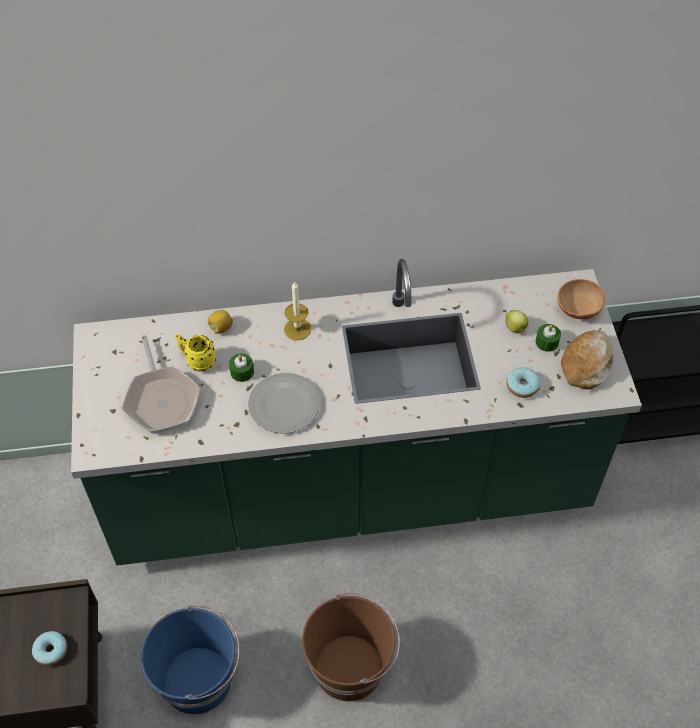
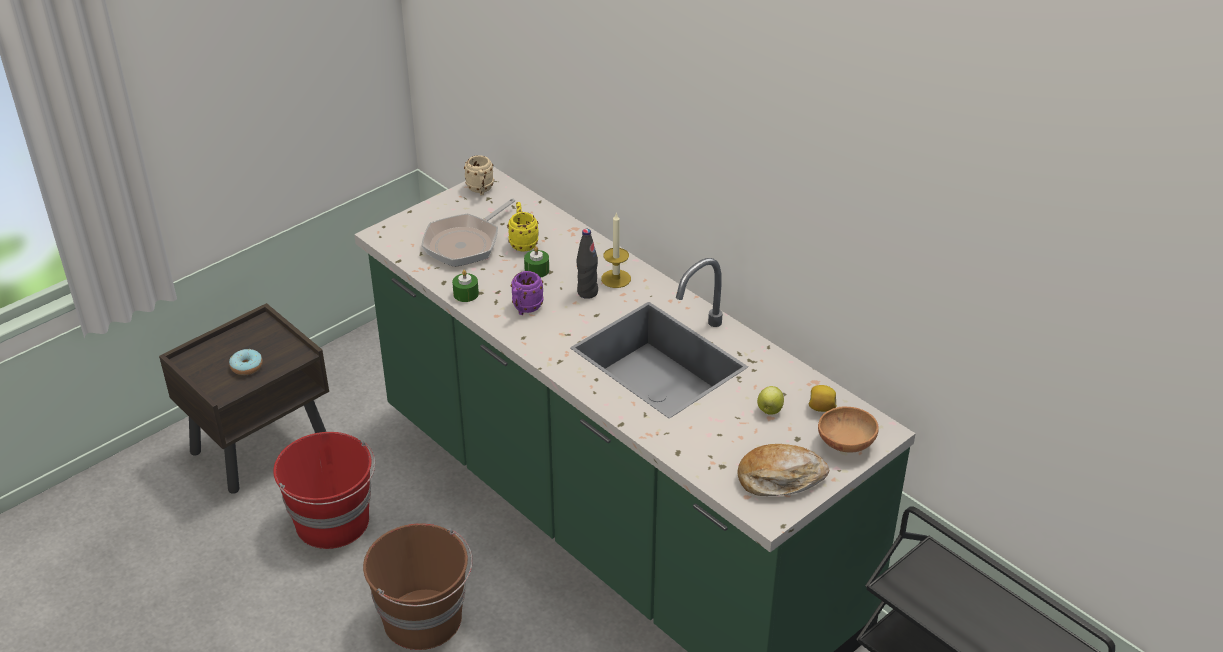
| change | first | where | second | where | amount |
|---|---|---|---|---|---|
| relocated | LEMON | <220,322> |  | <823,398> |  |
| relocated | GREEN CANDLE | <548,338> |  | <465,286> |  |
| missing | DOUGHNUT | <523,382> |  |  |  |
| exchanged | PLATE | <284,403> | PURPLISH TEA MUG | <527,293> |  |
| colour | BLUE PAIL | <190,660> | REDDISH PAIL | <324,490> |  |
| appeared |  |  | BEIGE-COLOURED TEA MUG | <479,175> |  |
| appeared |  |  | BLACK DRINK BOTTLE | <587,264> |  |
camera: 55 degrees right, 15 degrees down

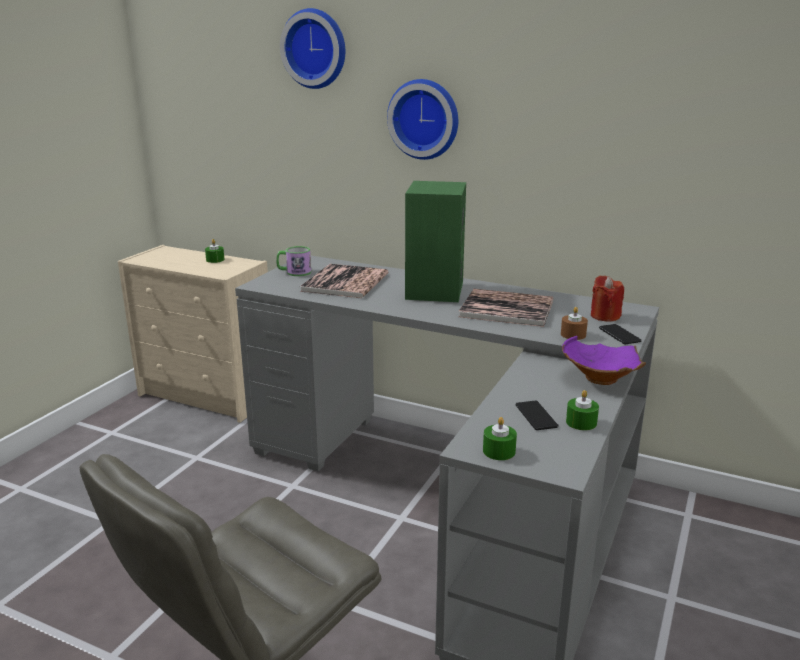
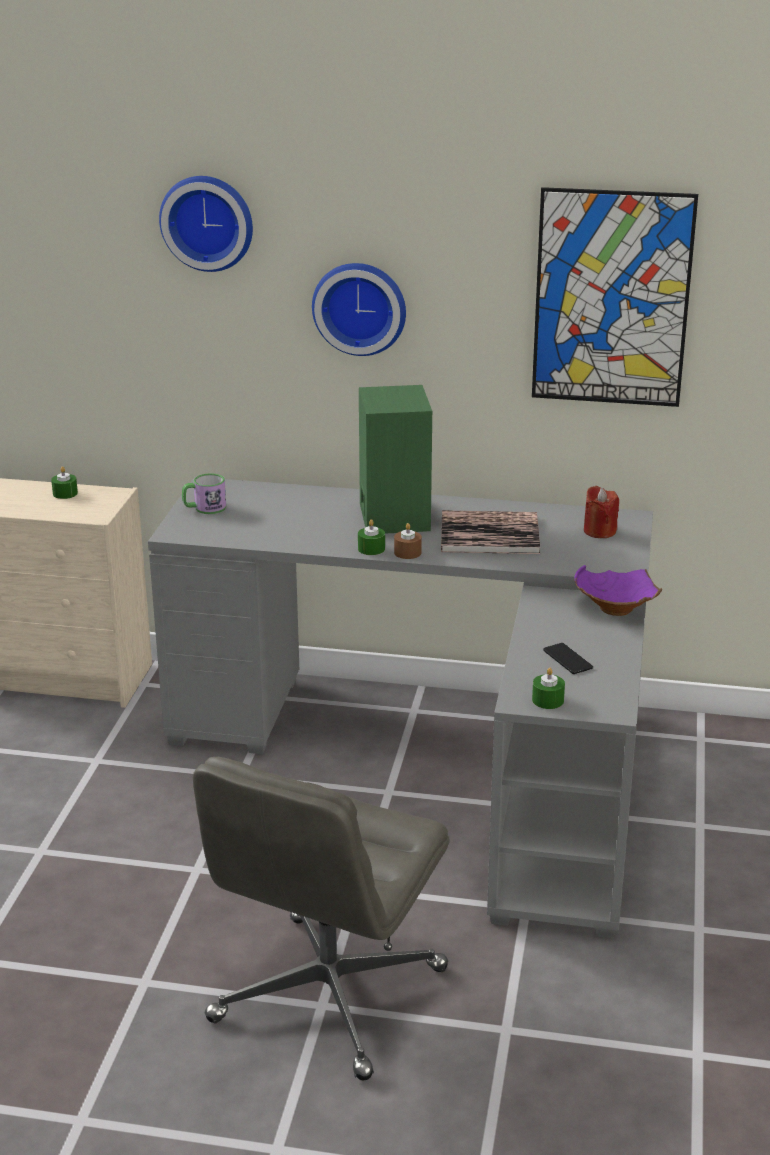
| change | first | where | second | where | amount |
|---|---|---|---|---|---|
| missing | BOOK | <344,281> |  |  |  |
| relocated | BROWN CANDLE | <574,323> |  | <408,541> |  |
| missing | TELEPHONE | <620,334> |  |  |  |
| relocated | GREEN CANDLE | <582,410> |  | <371,537> |  |
| appeared |  |  | PICTURE | <615,297> |  |
camera: 15 degrees left, 5 degrees up

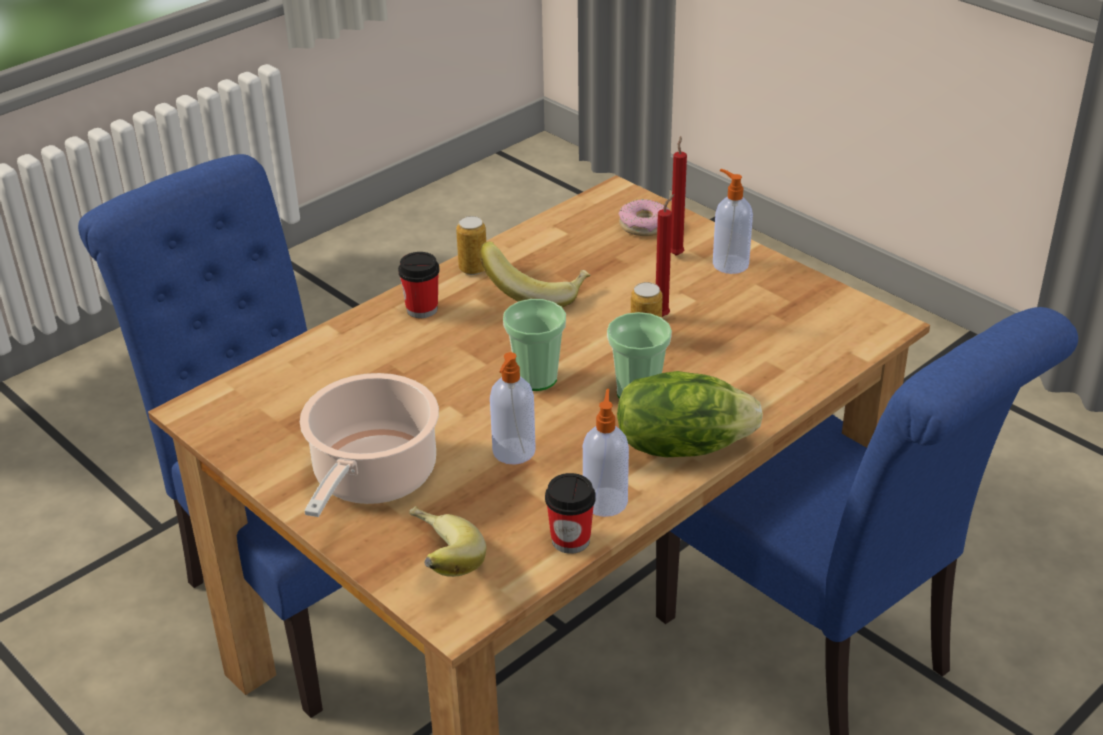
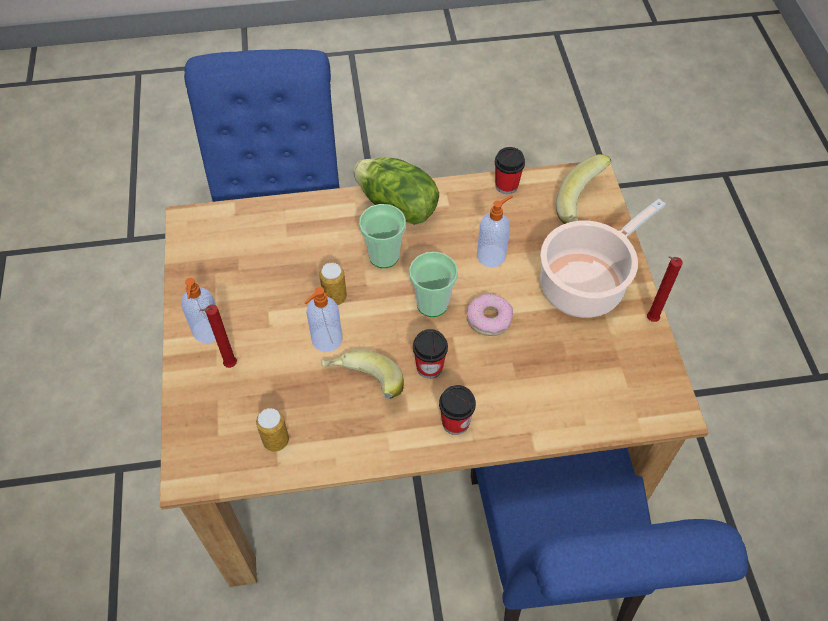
| change | first | where | second | where | amount |
|---|---|---|---|---|---|
| relocated | REDDISH CANDLE | <665,255> |  | <665,289> |  |
| relocated | DOUGHNUT | <644,217> |  | <490,315> |  |
| relocated | CAN | <471,245> |  | <272,430> |  |
| relocated | SOAP BOTTLE | <606,453> |  | <323,319> |  |
| appeared |  |  | CUP | <430,354> |  |
camera: 145 degrees left, 20 degrees up

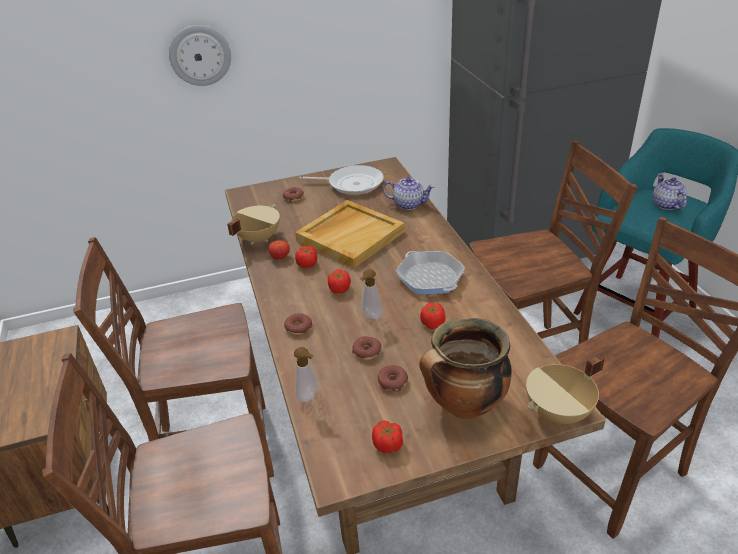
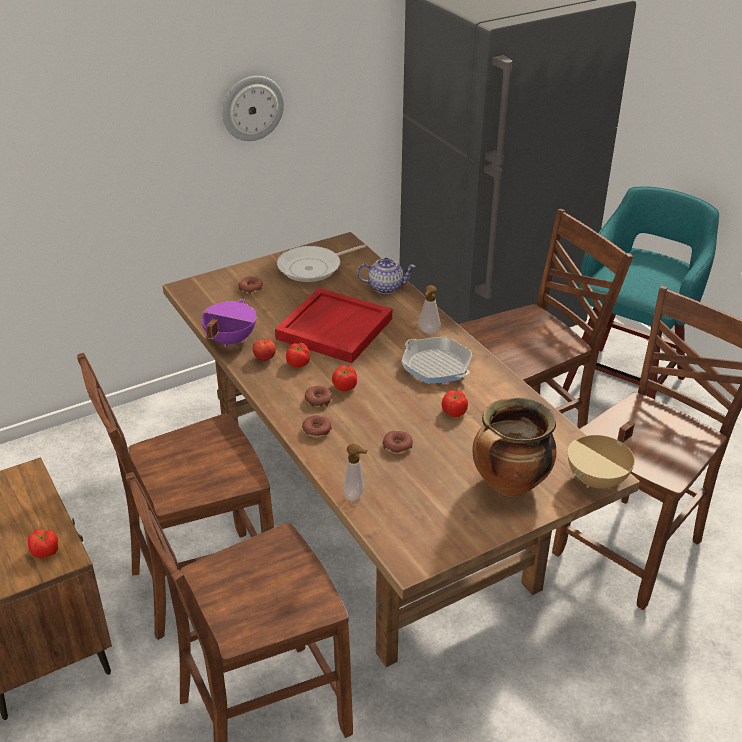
| change | first | where | second | where | amount |
|---|---|---|---|---|---|
| relocated | HANGING CLOCK | <200,55> |  | <253,108> |  |
| spun | FRYING PAN | <342,180> |  | <321,263> | 150 degrees clockwise |
| missing | TEAPOT | <670,191> |  |  |  |
| colour | BEIGE-COLOURED CARRYING TRAY | <350,234> | REDDISH CARRYING TRAY | <333,325> |  |
| colour | BEIGE-COLOURED COOKING POT | <253,224> | PURPLISH COOKING POT | <229,323> |  |
| relocated | SOAP BOTTLE | <371,294> |  | <429,309> |  |
| relocated | DOUGHNUT | <393,378> |  | <319,396> |  |
| relocated | WHOLE TOMATO | <387,436> |  | <43,543> |  |
camera: 15 degrees left, 0 degrees up

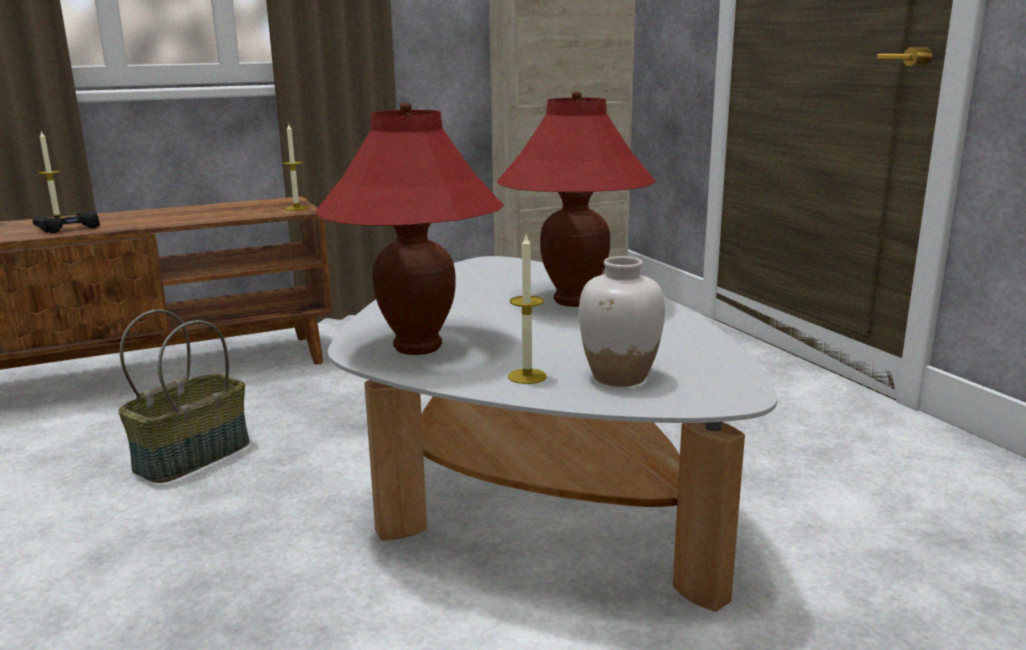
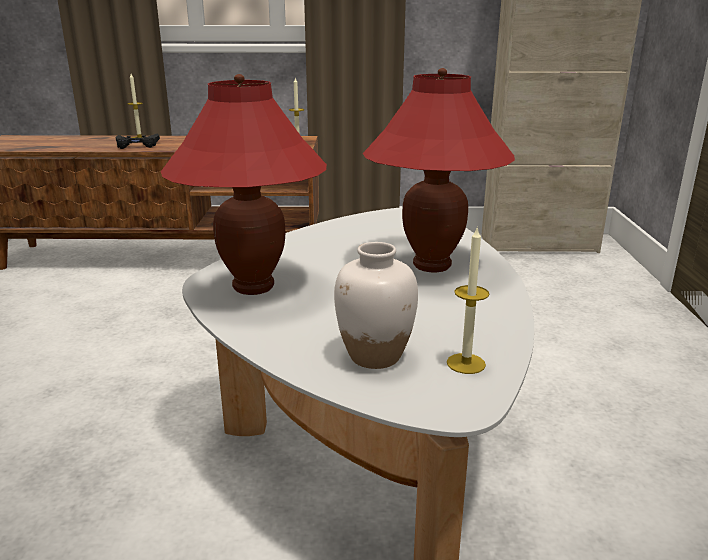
| change | first | where | second | where | amount |
|---|---|---|---|---|---|
| relocated | CANDLE | <527,309> |  | <468,301> |  |
| missing | BASKET | <184,396> |  |  |  |
camera: 25 degrees right, 5 degrees up

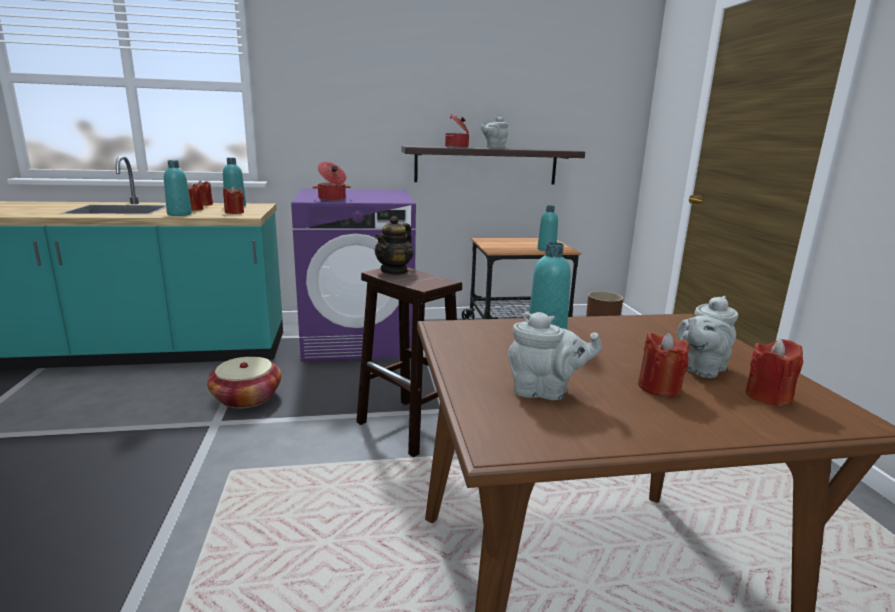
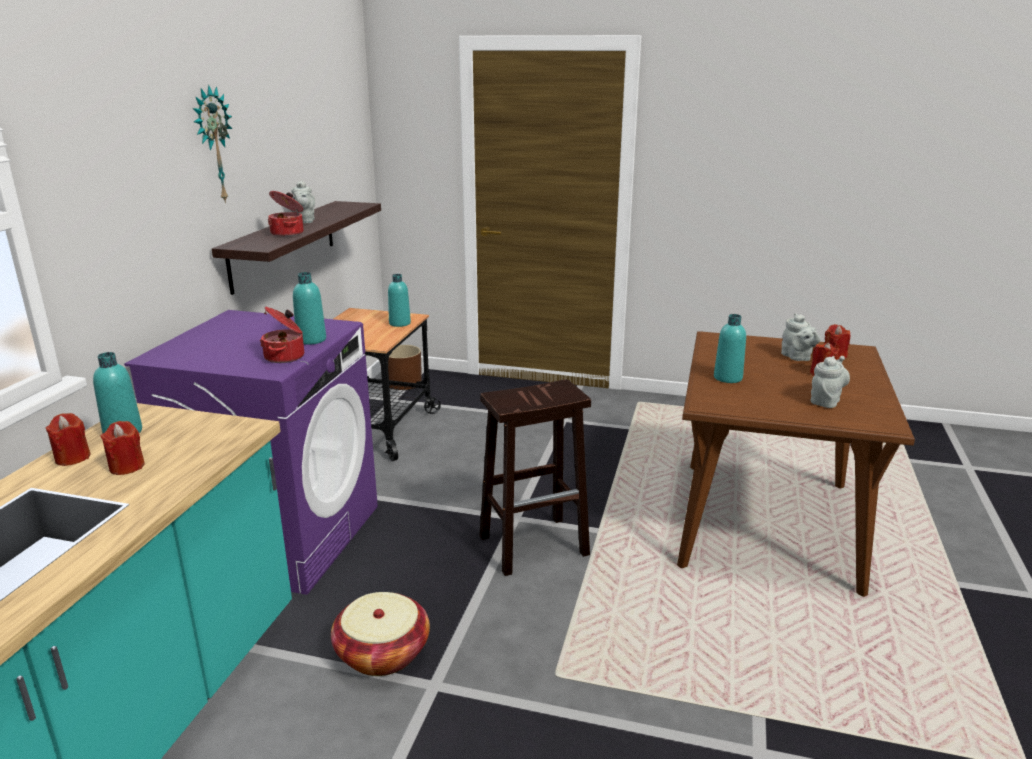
| change | first | where | second | where | amount |
|---|---|---|---|---|---|
| relocated | BLUE-GREEN DRINK BOTTLE | <178,188> |  | <309,308> |  |
| missing | REDDISH CANDLE | <233,200> |  |  |  |
| missing | TEAPOT | <394,245> |  |  |  |
| appeared |  |  | HANGING CLOCK | <212,144> |  |
camera: 65 degrees left, 5 degrees up

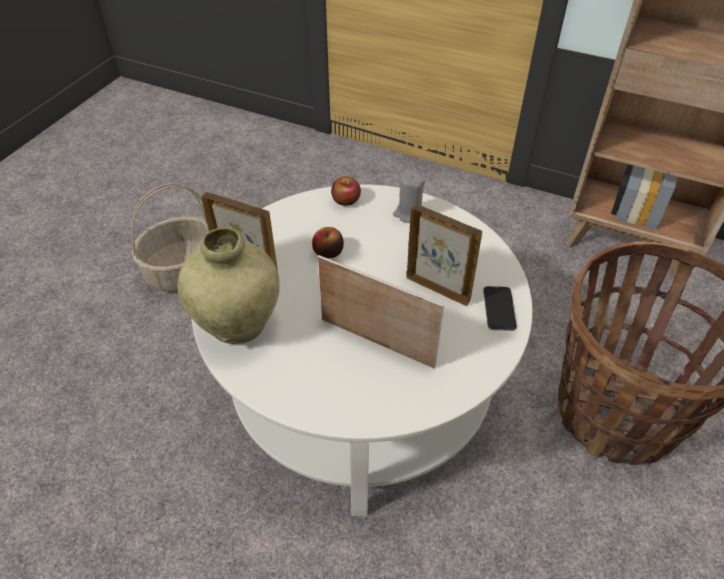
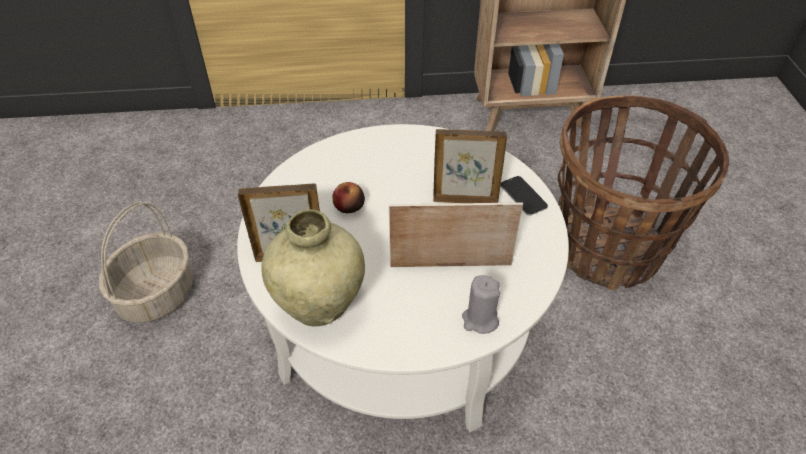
| change | first | where | second | where | amount |
|---|---|---|---|---|---|
| relocated | GREY CANDLE | <409,196> |  | <481,304> |  |
| missing | WHOLE APPLE | <346,191> |  |  |  |
camera: 30 degrees left, 0 degrees up

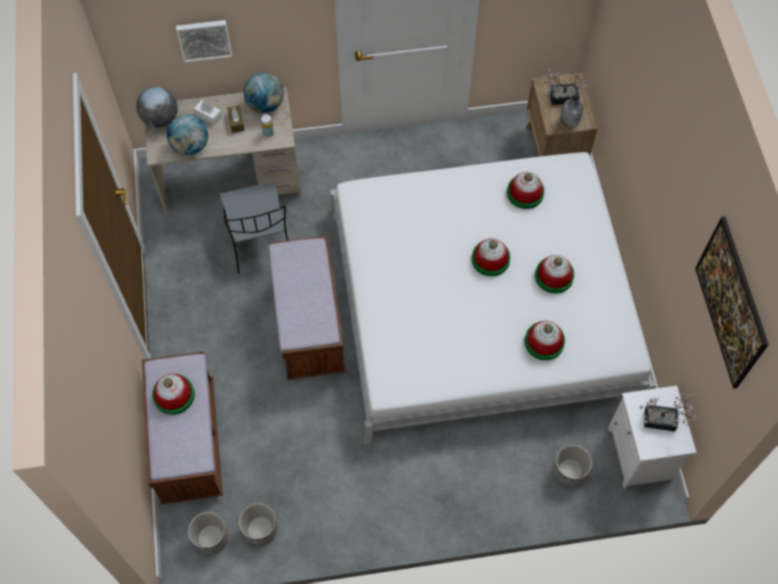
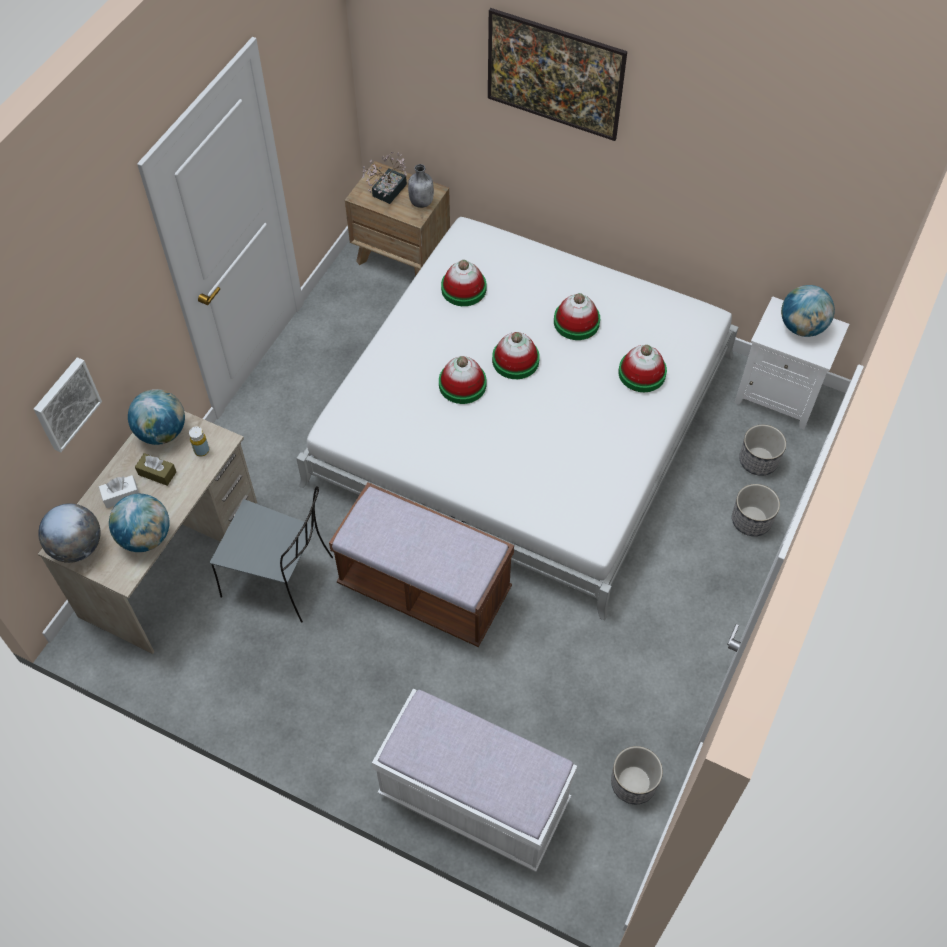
| change | first | where | second | where | amount |
|---|---|---|---|---|---|
| relocated | PICTURE | <732,302> |  | <557,74> |  |
| colour | BROWN INDOOR BENCH | <182,427> | WHITE-COLOURED INDOOR BENCH | <474,780> |  |
| relocated | WEARABLE HAT | <173,394> |  | <462,380> |  |
| exchanged | HOUSEPLANT | <668,412> | GLOBE | <808,311> |  |
| relocated | PLANT POT | <208,533> |  | <756,510> |  |
camera: 55 degrees left, 5 degrees down

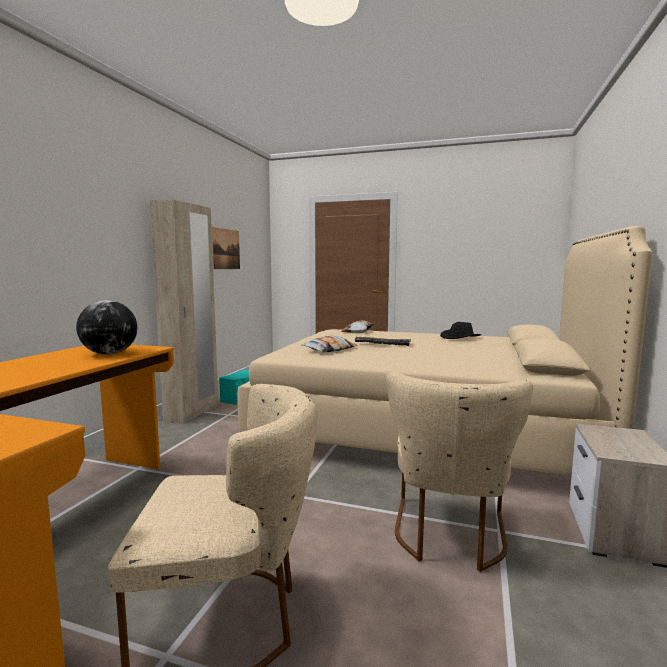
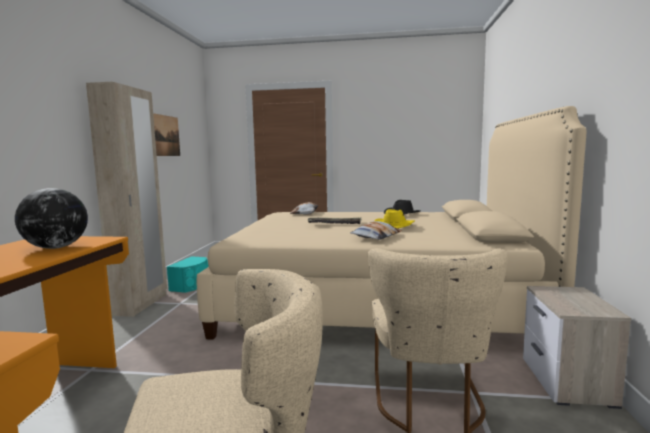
| change | first | where | second | where | amount |
|---|---|---|---|---|---|
| relocated | CUSHION | <329,344> |  | <376,230> |  |
| appeared |  |  | YELLOW-COLOURED WEARABLE HAT | <395,218> |  |
camera: 10 degrees left, 0 degrees up

